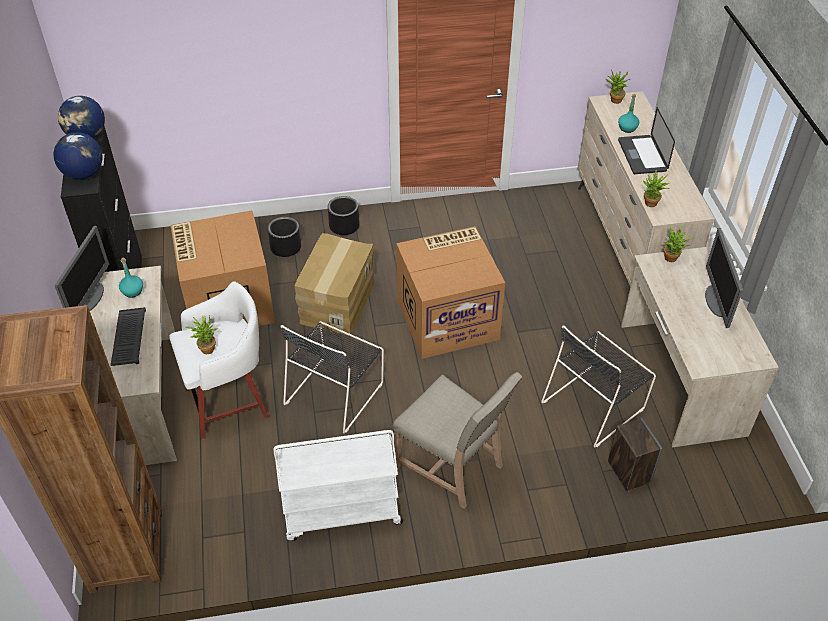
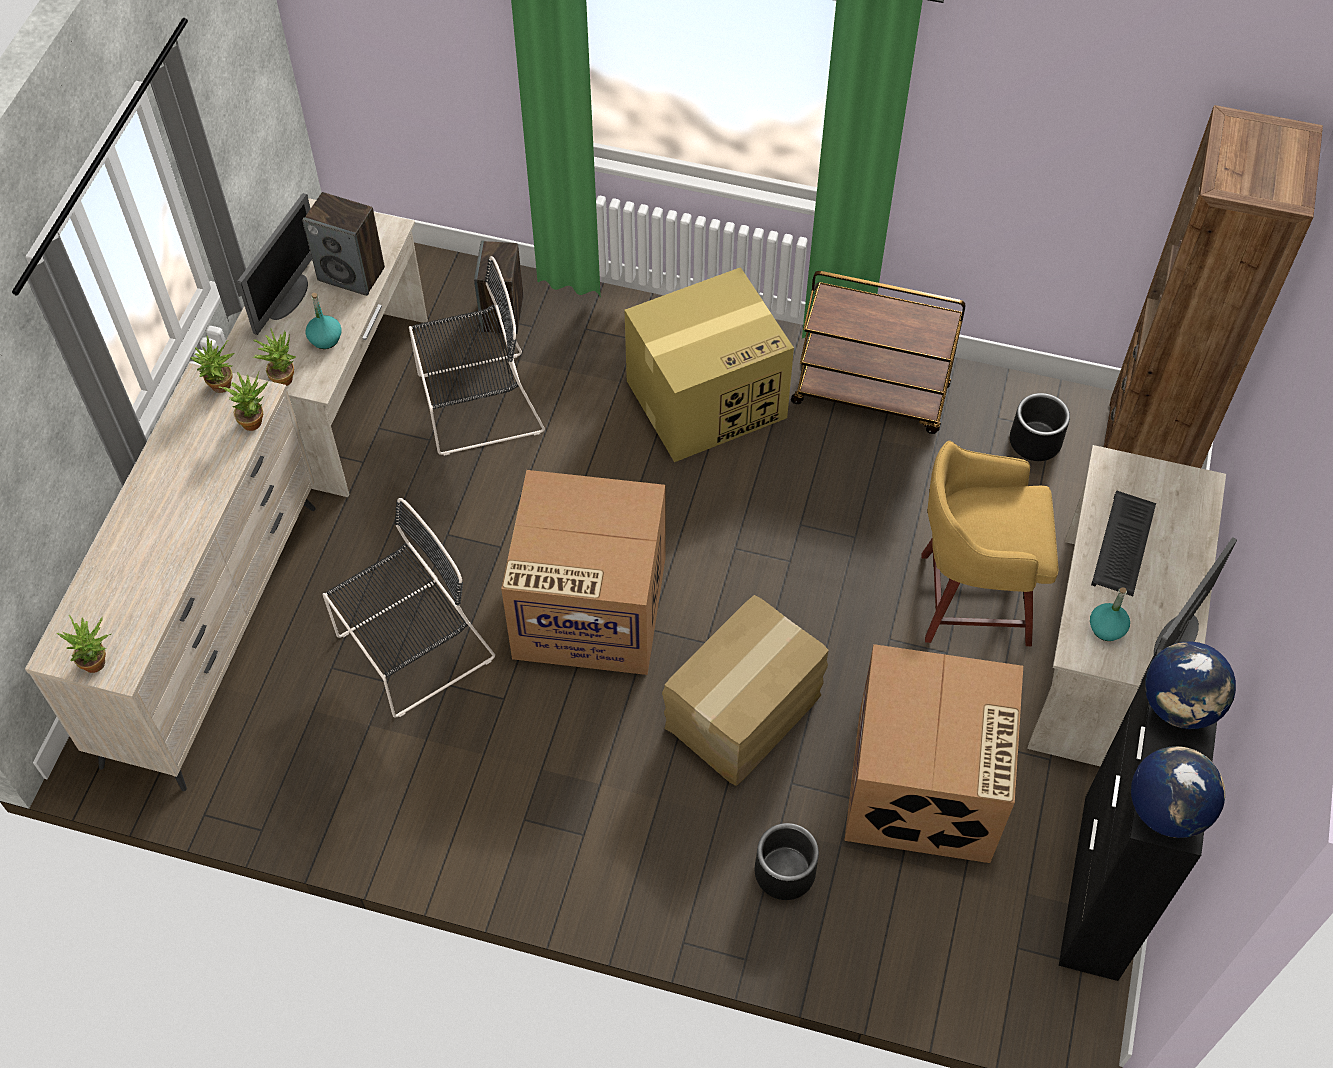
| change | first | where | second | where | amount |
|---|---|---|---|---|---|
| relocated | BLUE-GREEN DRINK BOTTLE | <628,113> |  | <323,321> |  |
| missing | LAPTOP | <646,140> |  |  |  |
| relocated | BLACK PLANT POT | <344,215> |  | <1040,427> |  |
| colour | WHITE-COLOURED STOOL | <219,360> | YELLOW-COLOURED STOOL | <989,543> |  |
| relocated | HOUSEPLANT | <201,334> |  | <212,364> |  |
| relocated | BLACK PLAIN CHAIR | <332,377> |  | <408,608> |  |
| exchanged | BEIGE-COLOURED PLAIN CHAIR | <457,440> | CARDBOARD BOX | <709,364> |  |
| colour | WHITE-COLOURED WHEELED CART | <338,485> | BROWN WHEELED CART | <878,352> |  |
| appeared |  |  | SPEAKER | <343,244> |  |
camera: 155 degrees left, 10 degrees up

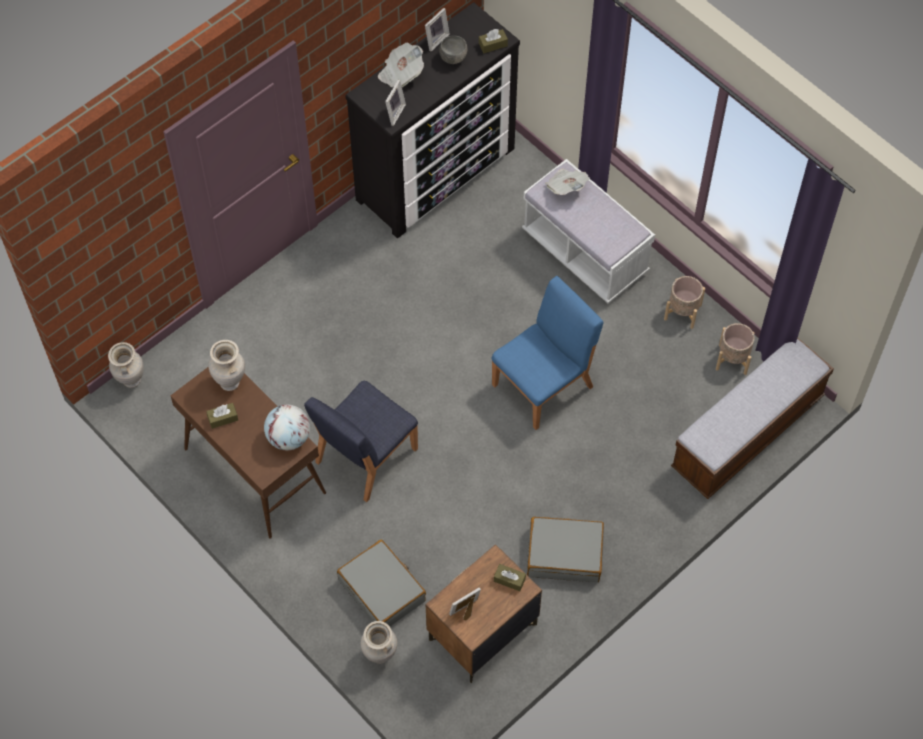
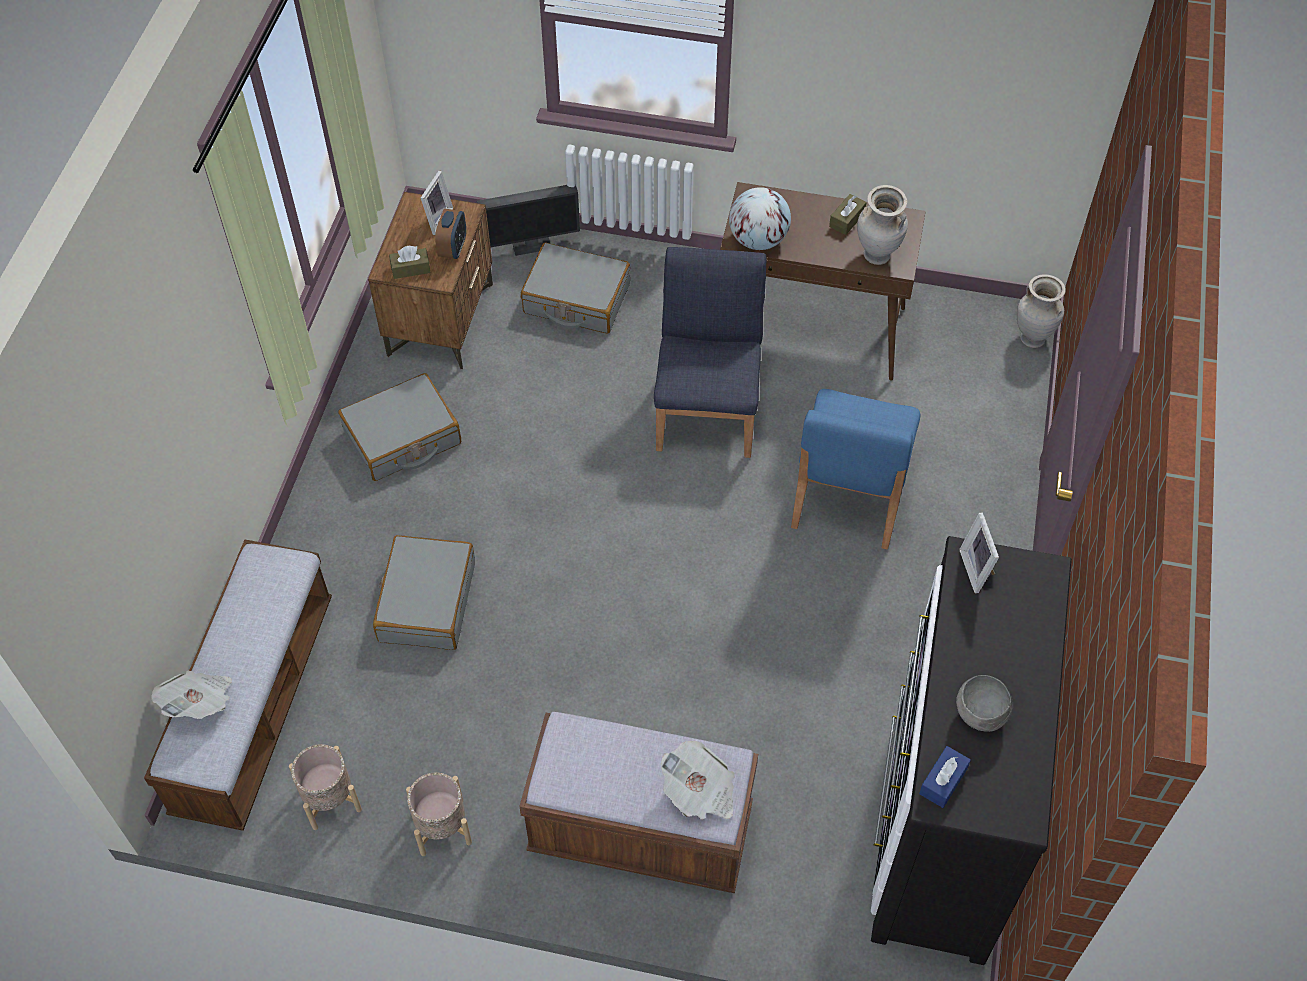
| change | first | where | second | where | amount |
|---|---|---|---|---|---|
| missing | PICTURE FRAME | <437,29> |  |  |  |
| colour | BROWN TISSUE HOLDER | <493,41> | BLUE TISSUE HOLDER | <945,777> |  |
| relocated | PRINTED PAPER | <401,64> |  | <191,695> |  |
| colour | WHITE-COLOURED INDOOR BENCH | <588,231> | BROWN INDOOR BENCH | <638,802> |  |
| relocated | BLUE PLAIN CHAIR | <547,353> |  | <855,469> |  |
| exchanged | BEIGE-COLOURED VASE | <379,642> | MONITOR | <528,220> |  |
| appeared |  |  | TABLE CLOCK | <450,234> |  |
| appeared |  |  | GREY TRAVEL CASE | <424,592> |  |
camera: 145 degrees right, 5 degrees down

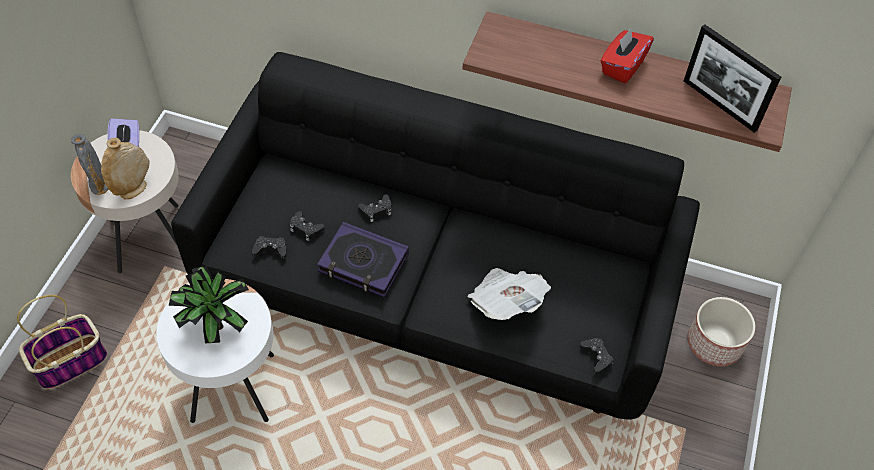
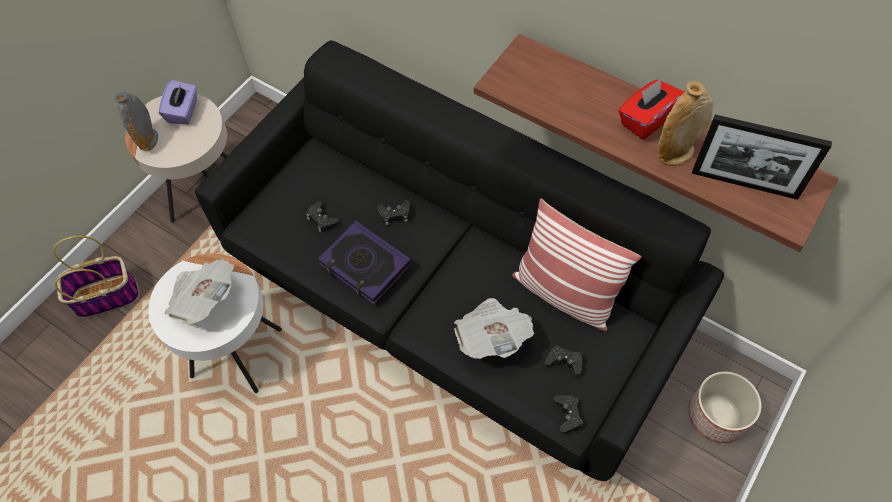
| change | first | where | second | where | amount |
|---|---|---|---|---|---|
| spun | PICTURE FRAME | <732,79> |  | <762,157> | 45 degrees counterclockwise |
| relocated | BEIGE-COLOURED VASE | <125,168> |  | <685,123> |  |
| relocated | BLACK GAMEPAD | <269,247> |  | <563,360> |  |
| exchanged | HOUSEPLANT | <209,304> | PRINTED PAPER | <199,291> |  |
| appeared |  |  | CUSHION | <577,265> |  |
camera: 20 degrees right, 5 degrees up

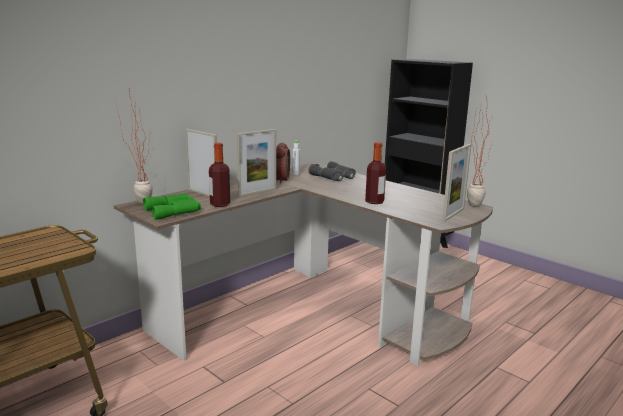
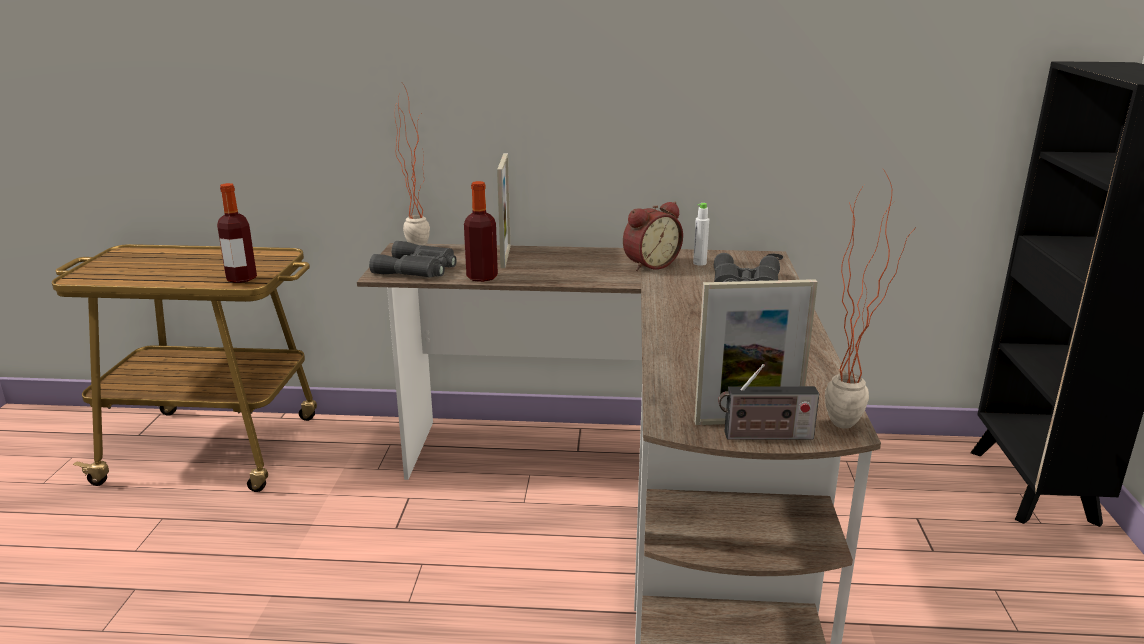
| change | first | where | second | where | amount |
|---|---|---|---|---|---|
| missing | PICTURE FRAME | <256,162> |  |  |  |
| relocated | DRINK BOTTLE | <375,173> |  | <237,233> |  |
| colour | GREEN FIELD GLASSES | <172,206> | GREY FIELD GLASSES | <413,259> |  |
| appeared |  |  | RADIO RECEIVER | <768,402> |  |
camera: 50 degrees right, 5 degrees up

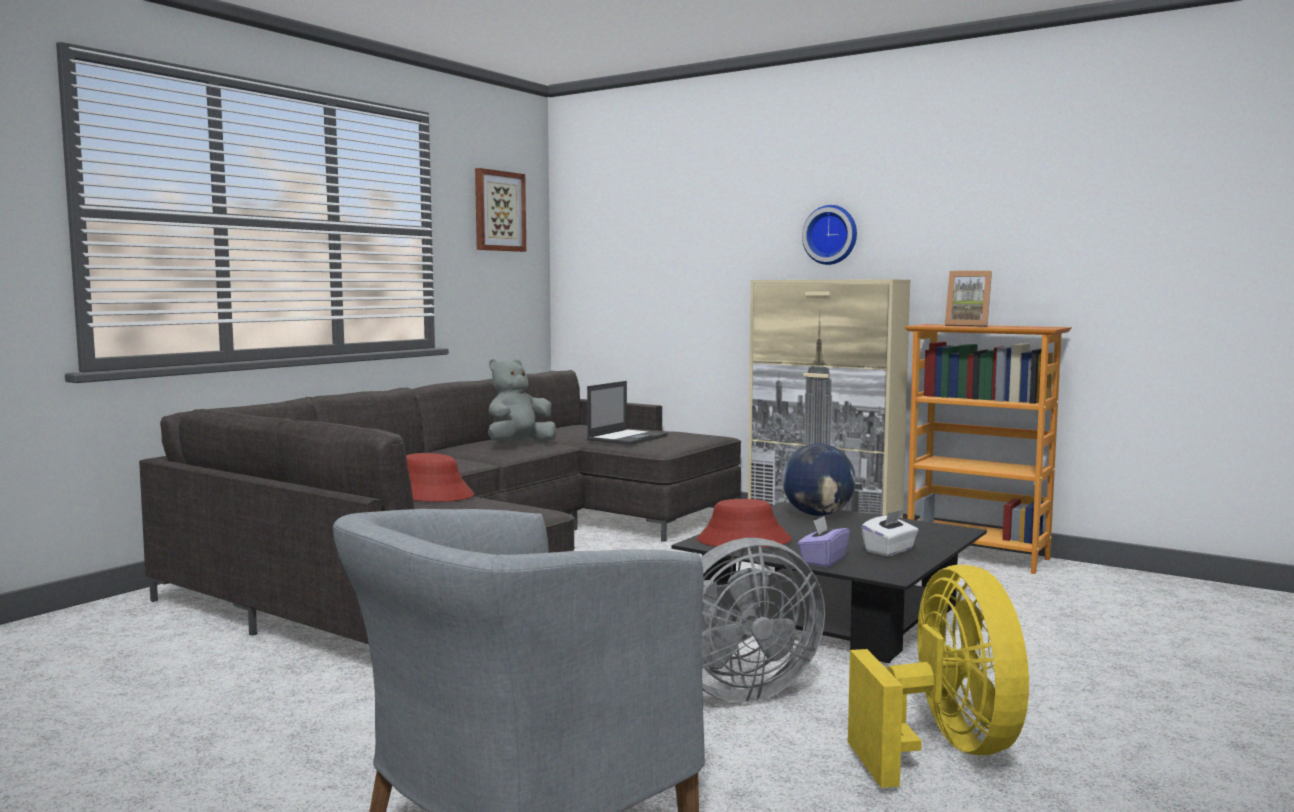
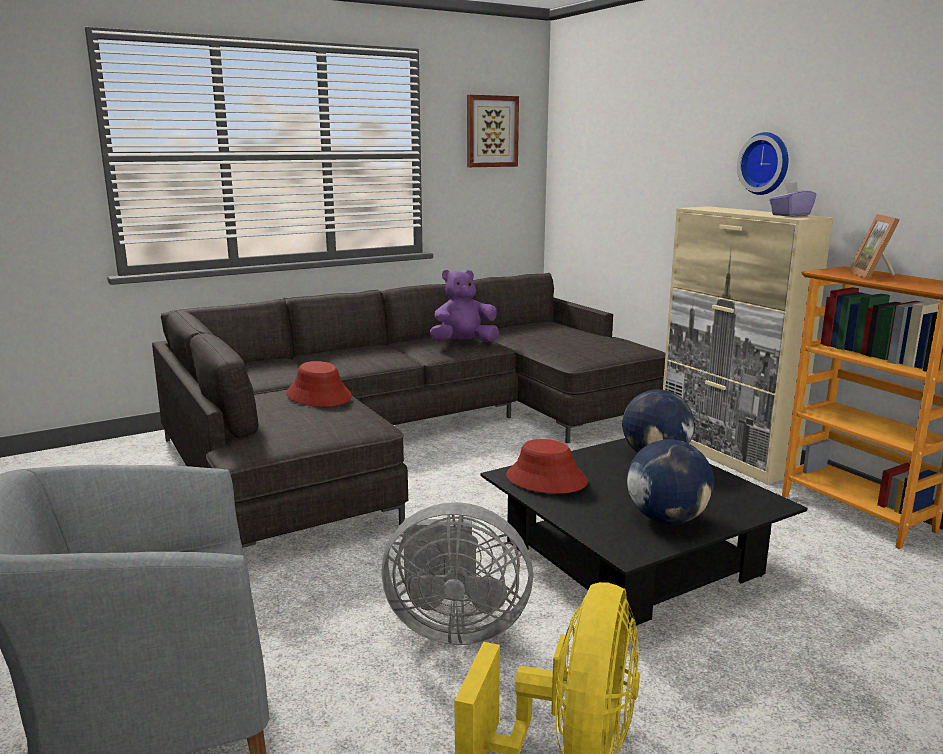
| change | first | where | second | where | amount |
|---|---|---|---|---|---|
| spun | PICTURE FRAME | <968,299> |  | <874,246> | 45 degrees clockwise |
| colour | GREY PLUSH TOY | <522,401> | PURPLISH PLUSH TOY | <464,306> |  |
| missing | LAPTOP | <627,413> |  |  |  |
| exchanged | WHITE-COLOURED TISSUE HOLDER | <889,533> | GLOBE | <670,481> |  |
| relocated | PURPLISH TISSUE HOLDER | <824,541> |  | <792,199> |  |
camera: 25 degrees right, 10 degrees up

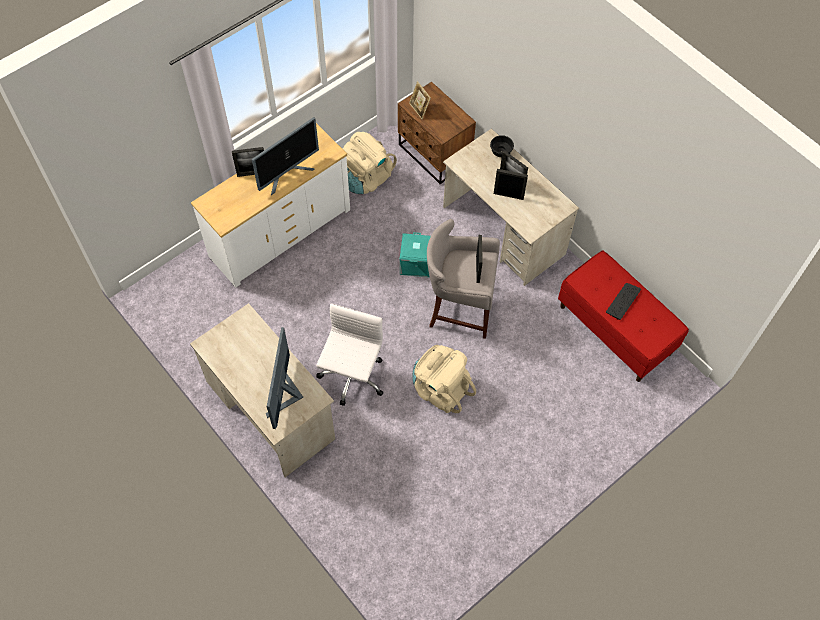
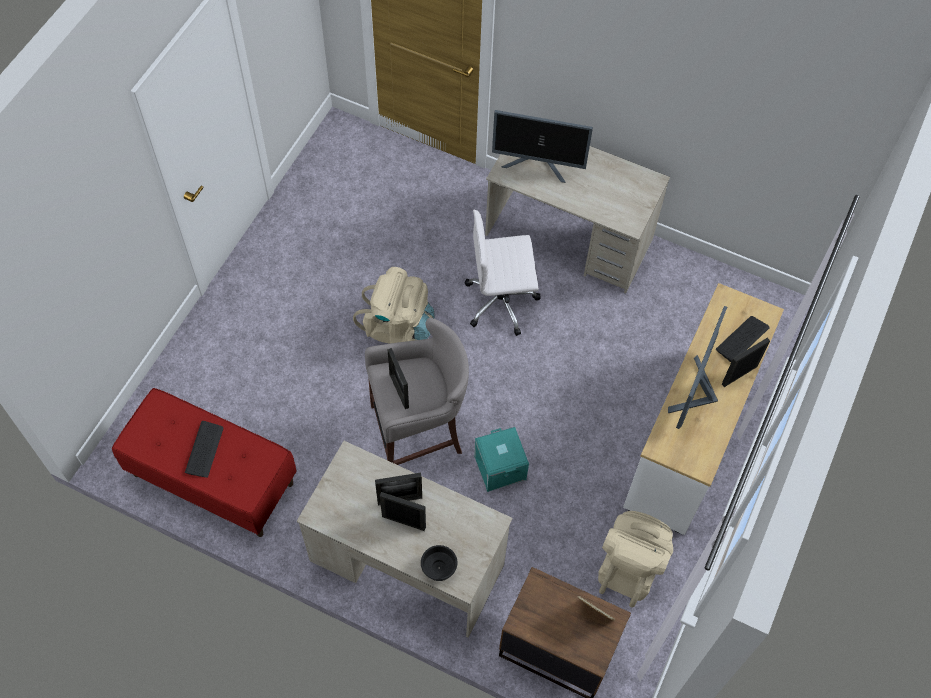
| change | first | where | second | where | amount |
|---|---|---|---|---|---|
| spun | WHITE-COLOURED COMPUTER CHAIR | <349,354> |  | <503,273> | 90 degrees clockwise |
| spun | MONITOR | <284,378> |  | <542,146> | 120 degrees clockwise |
| appeared |  |  | KEYBOARD | <743,339> |  |
camera: 155 degrees right, 0 degrees up

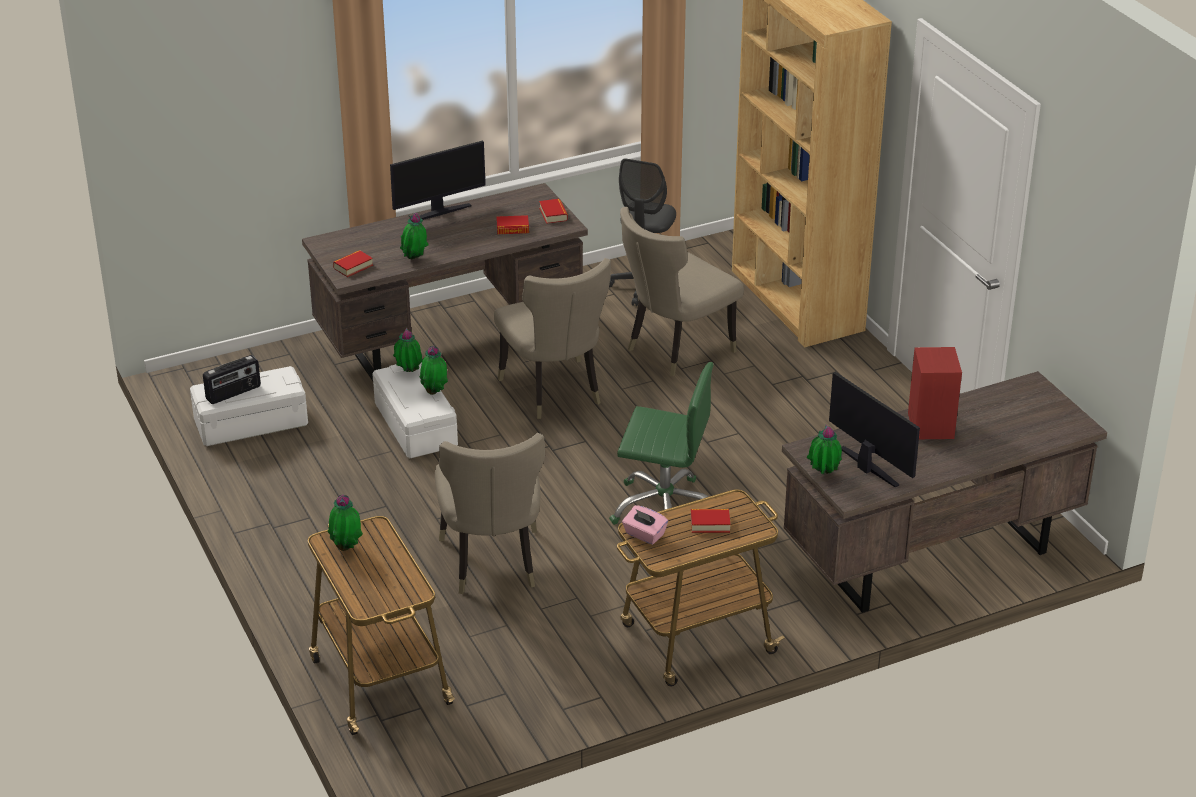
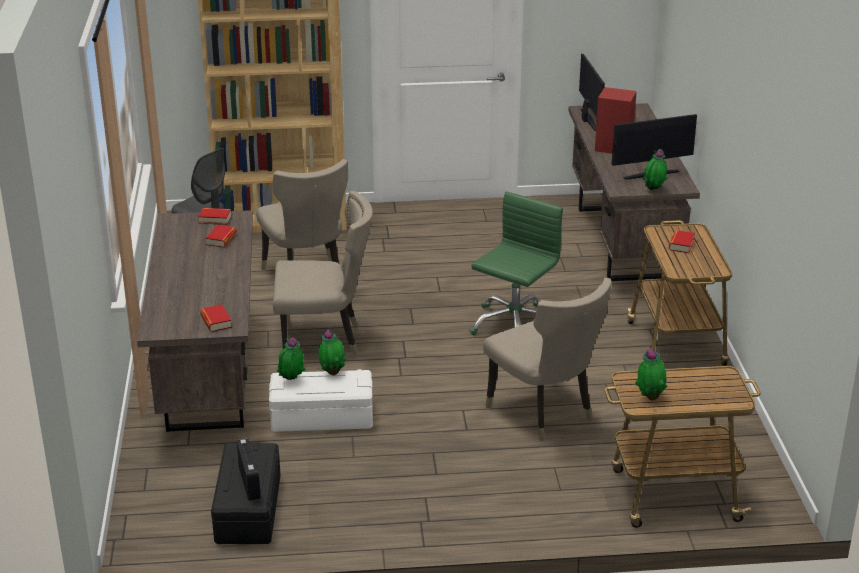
| change | first | where | second | where | amount |
|---|---|---|---|---|---|
| relocated | MONITOR | <438,180> |  | <592,92> |  |
| missing | HOUSEPLANT | <414,236> |  |  |  |
| colour | WHITE-COLOURED STORAGE BIN | <249,406> | BLACK STORAGE BIN | <246,493> |  |
| spun | BEIGE-COLOURED PLAIN CHAIR | <490,513> |  | <547,359> | 45 degrees clockwise |
| missing | PINKISH TISSUE HOLDER | <645,525> |  |  |  |
camera: 70 degrees left, 5 degrees down

